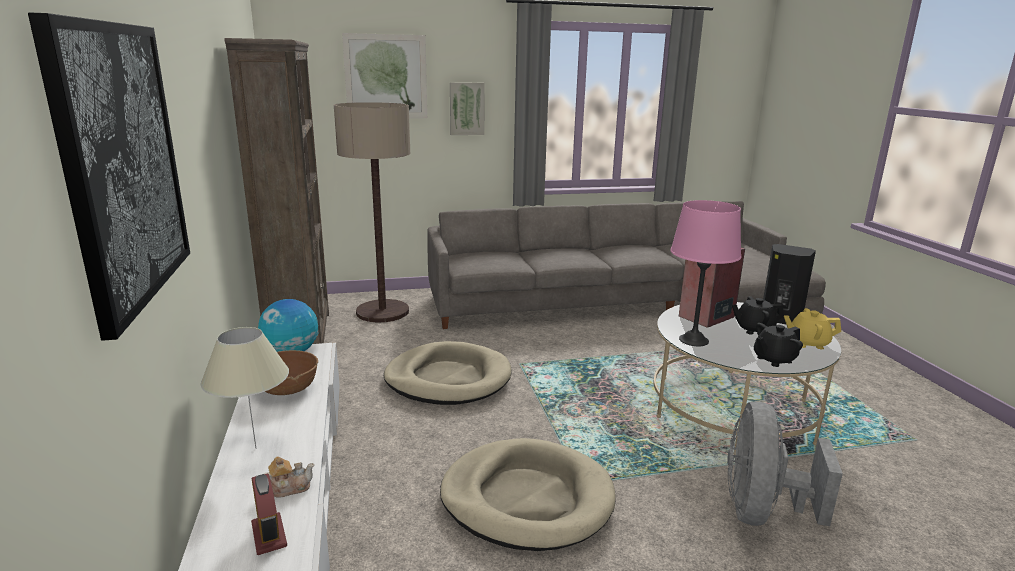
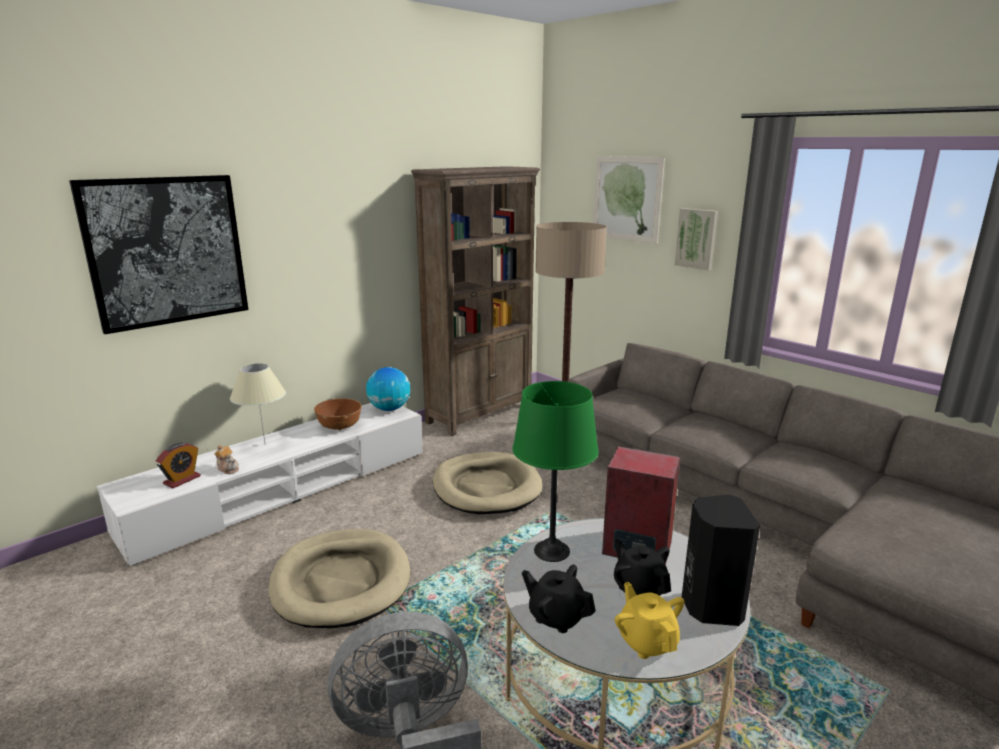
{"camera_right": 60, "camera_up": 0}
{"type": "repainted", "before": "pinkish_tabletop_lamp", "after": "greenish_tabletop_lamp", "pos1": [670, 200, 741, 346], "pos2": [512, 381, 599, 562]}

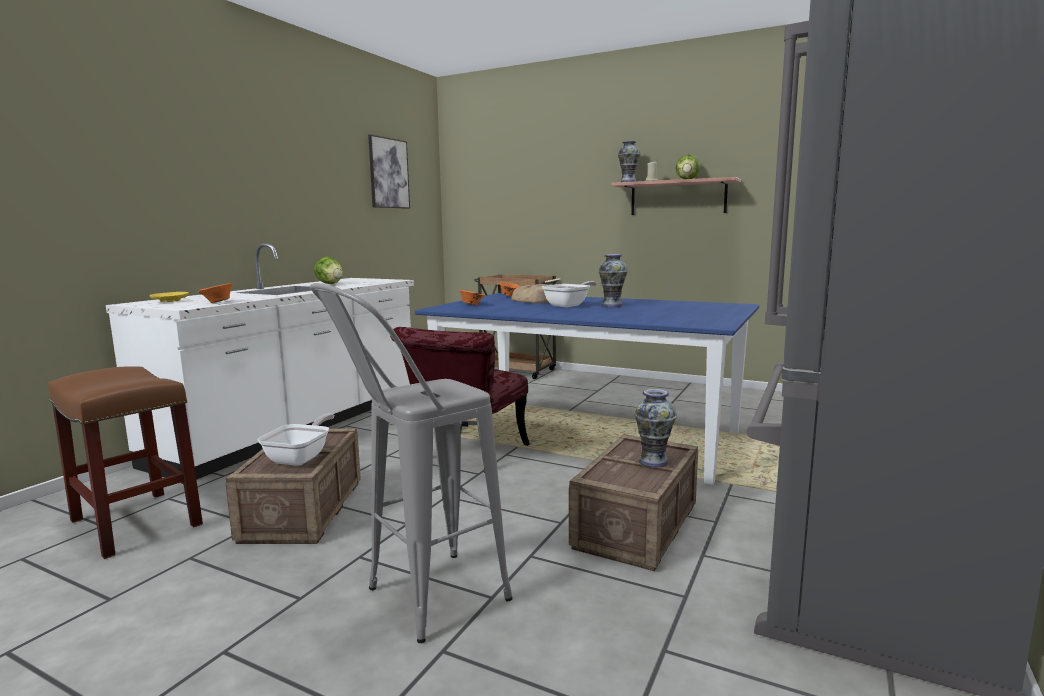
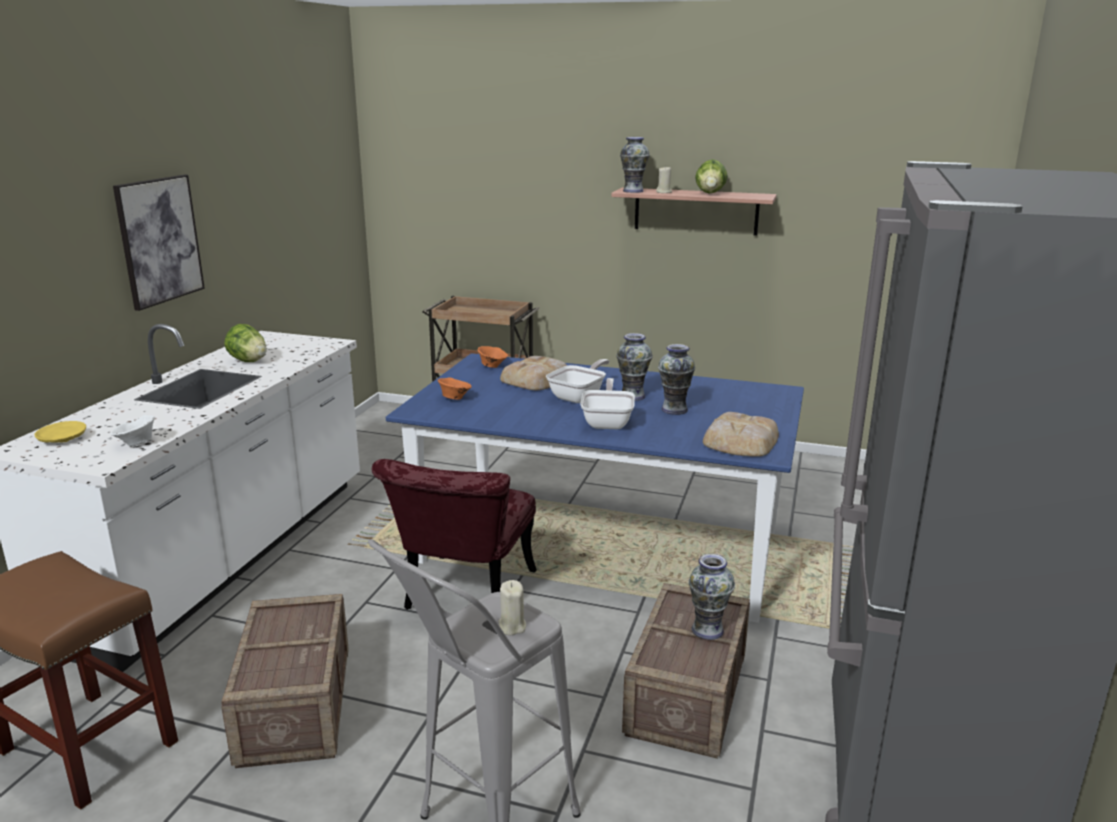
{"camera_right": -10, "camera_up": 10}
{"type": "new", "after": "beige_candle", "pos2": [498, 580, 526, 635]}
{"type": "new", "after": "decorative_vase", "pos2": [658, 344, 695, 415]}
{"type": "new", "after": "bread", "pos2": [703, 412, 779, 457]}
{"type": "shifted", "before": "frying_pan", "pos1": [258, 414, 334, 466], "pos2": [580, 378, 635, 429]}
{"type": "shifted", "before": "wall_art", "pos1": [368, 134, 410, 209], "pos2": [113, 175, 205, 311]}
{"type": "repainted", "before": "orange-coloured_deep_dish", "after": "white-coloured_deep_dish", "pos1": [198, 283, 233, 303], "pos2": [110, 415, 155, 446]}

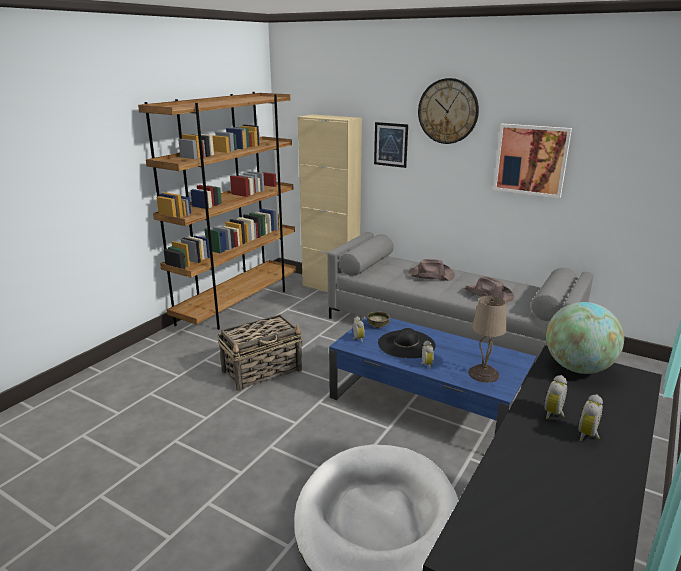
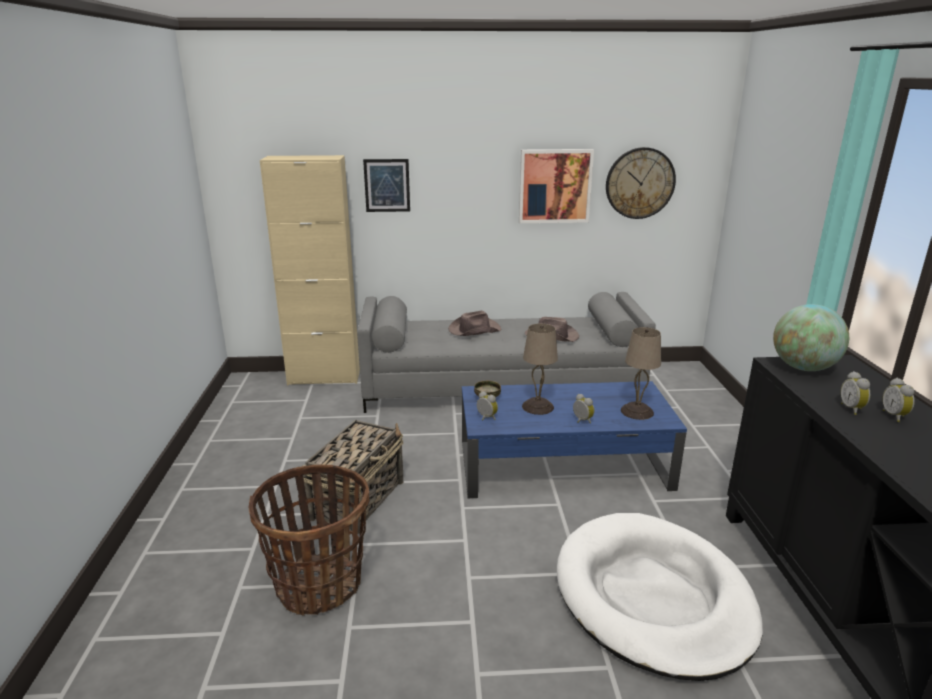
{"camera_right": -35, "camera_up": 0}
{"type": "gone", "before": "brown-coloured_bookshelf", "pos1": [138, 92, 296, 330]}
{"type": "new", "after": "storage_basket", "pos2": [248, 465, 370, 616]}
{"type": "shifted", "before": "clock_on_the_wall", "pos1": [418, 78, 479, 144], "pos2": [606, 147, 676, 219]}
{"type": "swapped", "before": "black-coloured_hat", "after": "beige_tabletop_lamp", "pos1": [378, 328, 436, 358], "pos2": [522, 324, 558, 415]}

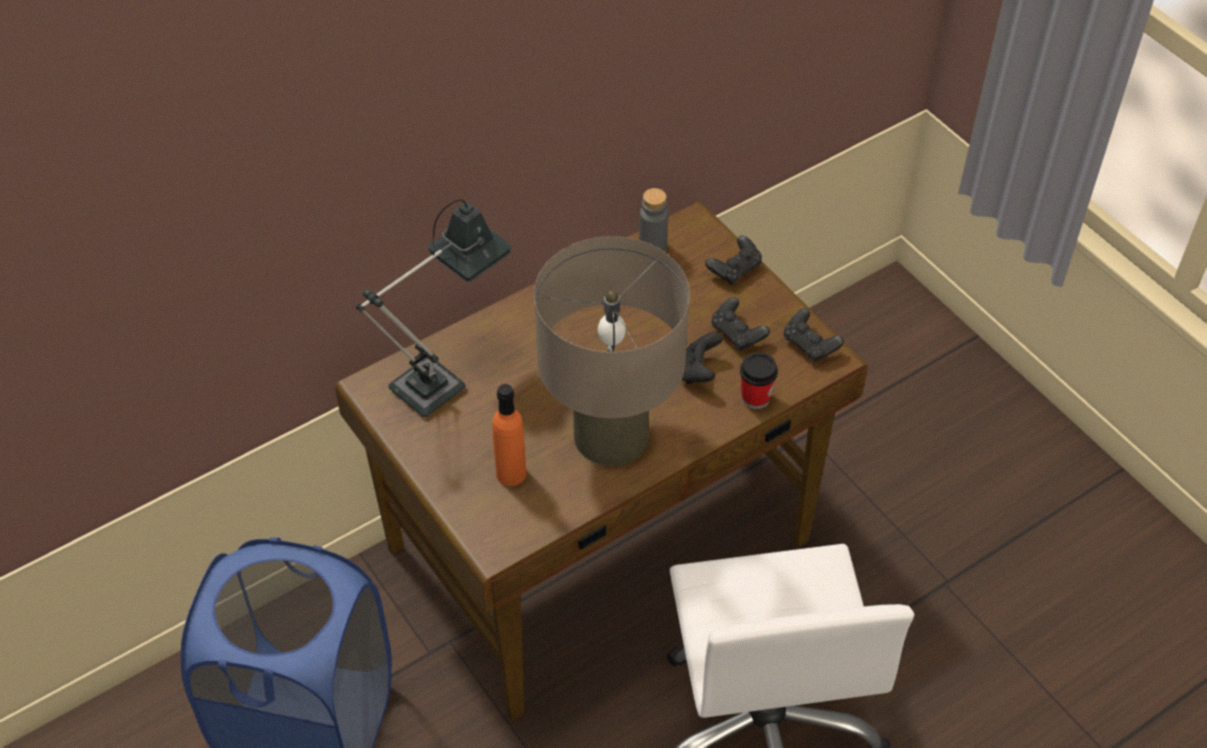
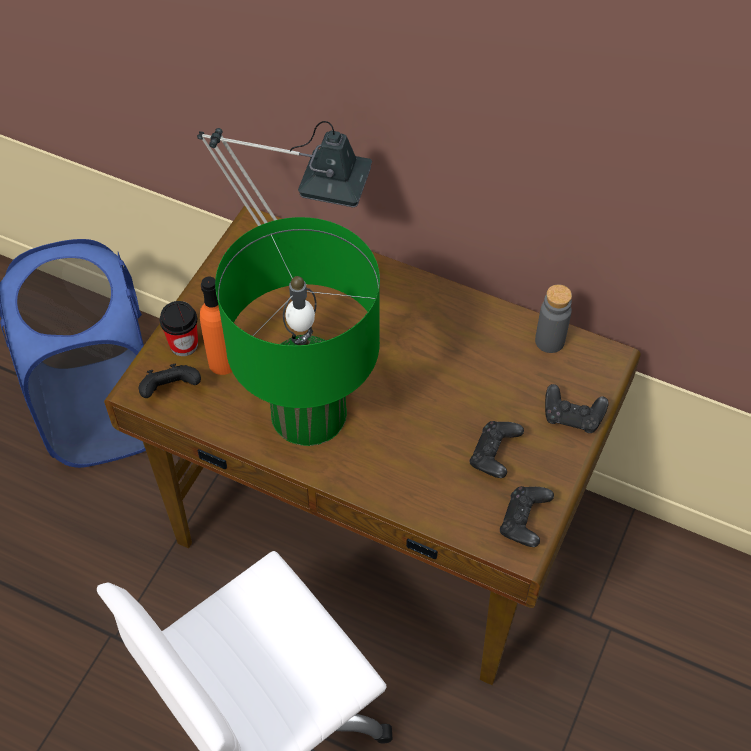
{"camera_right": 60, "camera_up": 5}
{"type": "shifted", "before": "black-coloured_joypad", "pos1": [682, 332, 723, 384], "pos2": [139, 364, 201, 398]}
{"type": "shifted", "before": "small_cup", "pos1": [740, 352, 778, 409], "pos2": [160, 301, 198, 356]}
{"type": "repainted", "before": "beige_tabletop_lamp", "after": "greenish_tabletop_lamp", "pos1": [534, 236, 690, 466], "pos2": [215, 217, 380, 446]}

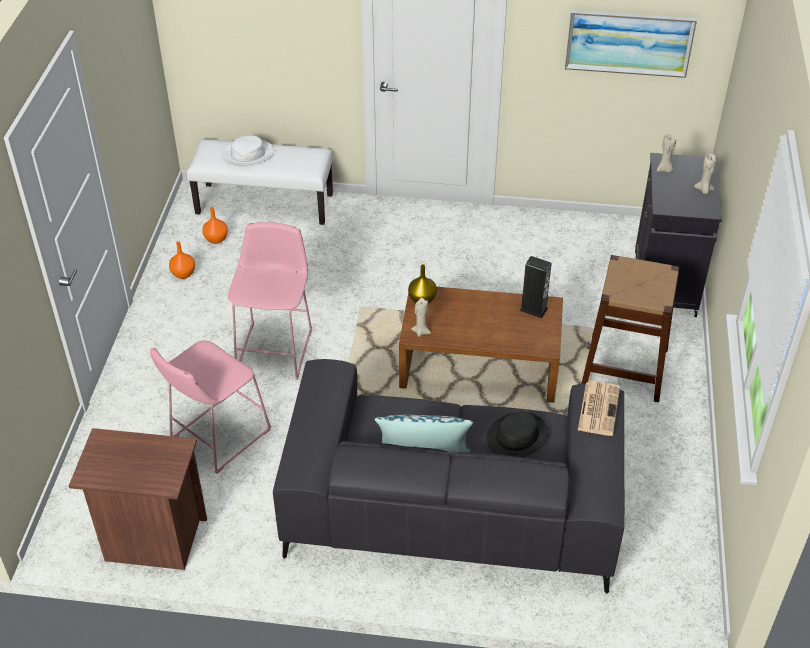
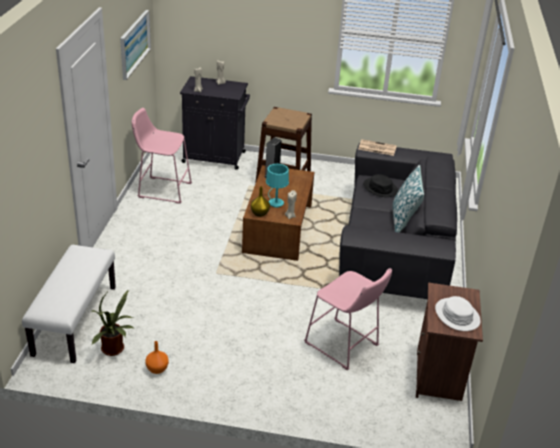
{"camera_right": -90, "camera_up": -10}
{"type": "new", "after": "blue-green_tabletop_lamp", "pos2": [266, 164, 289, 208]}
{"type": "shifted", "before": "white-coloured_hat", "pos1": [222, 135, 274, 166], "pos2": [435, 296, 481, 331]}
{"type": "shifted", "before": "pinkish_sitting_stool", "pos1": [228, 222, 312, 380], "pos2": [132, 108, 192, 204]}
{"type": "swapped", "before": "orange-coloured_decorative_vase", "after": "potted_plant", "pos1": [202, 207, 228, 244], "pos2": [91, 290, 133, 356]}

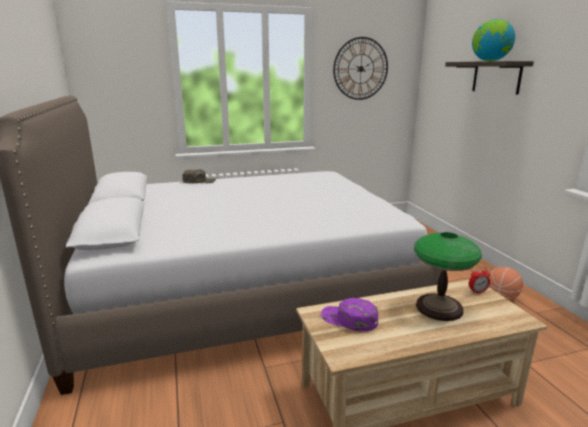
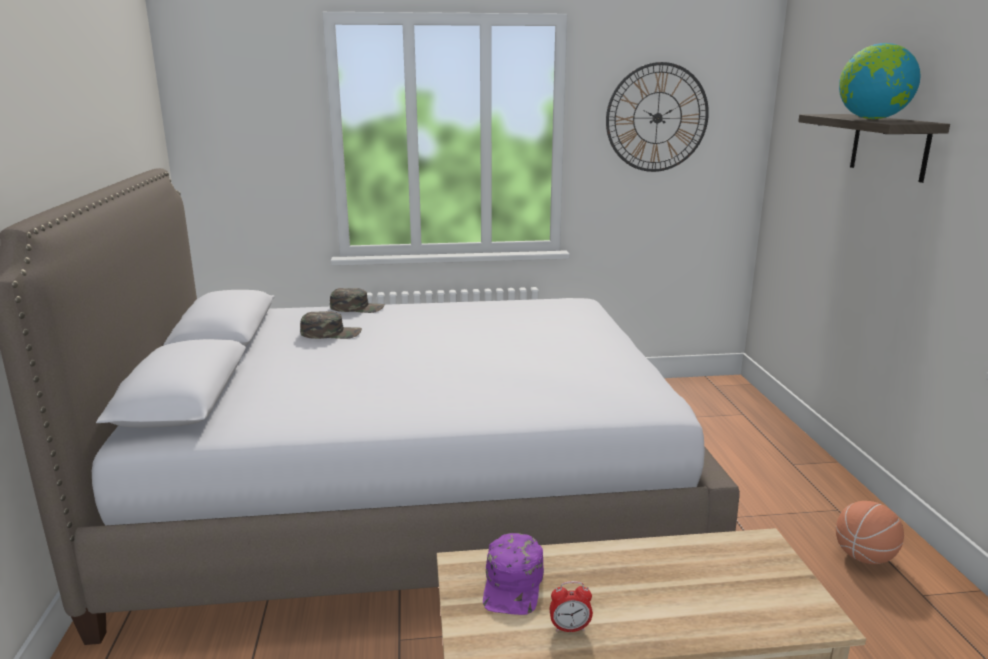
{"camera_right": 10, "camera_up": 0}
{"type": "gone", "before": "tabletop_lamp", "pos1": [414, 232, 482, 321]}
{"type": "new", "after": "greenish_cap", "pos2": [300, 311, 362, 339]}
{"type": "shifted", "before": "alarm_clock", "pos1": [469, 267, 490, 294], "pos2": [550, 581, 593, 632]}
{"type": "rotated", "before": "purple-coloured_cap", "pos1": [321, 298, 378, 331], "pos2": [483, 533, 544, 615], "turn": -120}

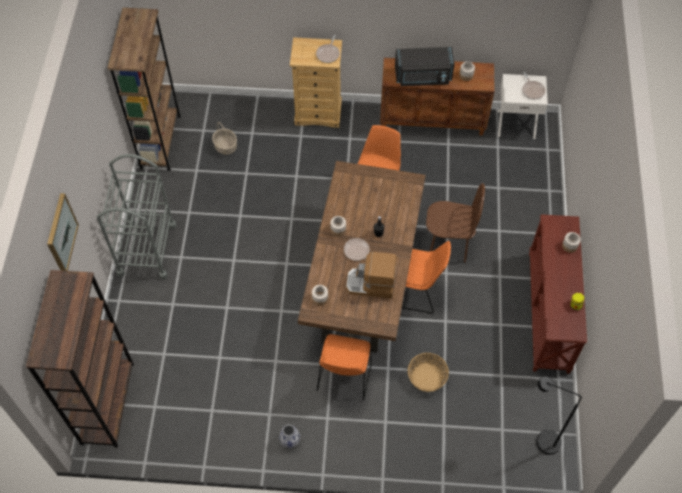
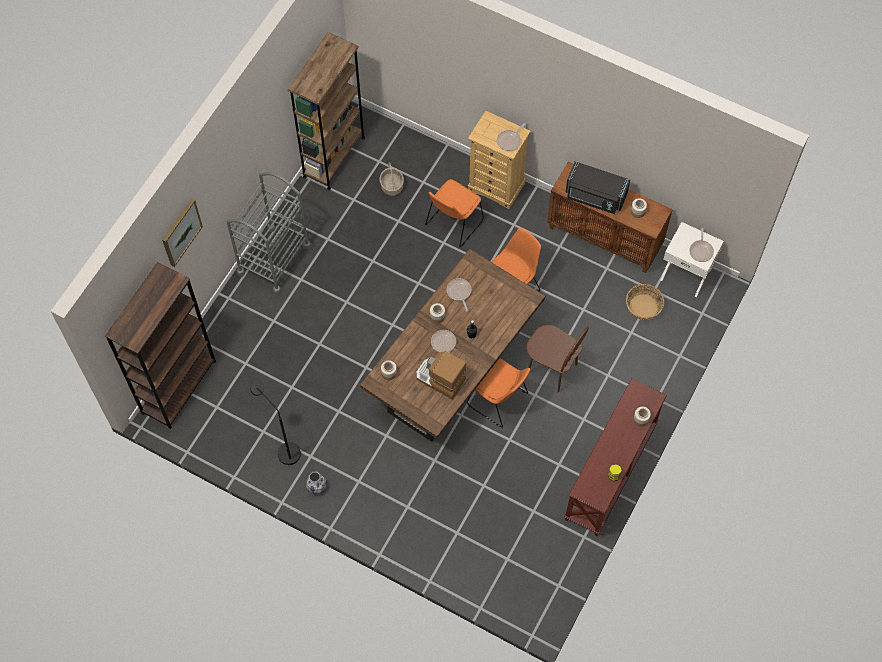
{"camera_right": 25, "camera_up": 5}
{"type": "new", "after": "frying_pan", "pos2": [447, 278, 471, 311]}
{"type": "shifted", "before": "orange-coloured_upright_chair", "pos1": [317, 334, 372, 400], "pos2": [425, 179, 484, 247]}
{"type": "shifted", "before": "storage_basket", "pos1": [408, 353, 449, 392], "pos2": [626, 284, 664, 320]}
{"type": "shifted", "before": "black-coloured_floor_lamp", "pos1": [536, 376, 582, 455], "pos2": [251, 382, 301, 465]}

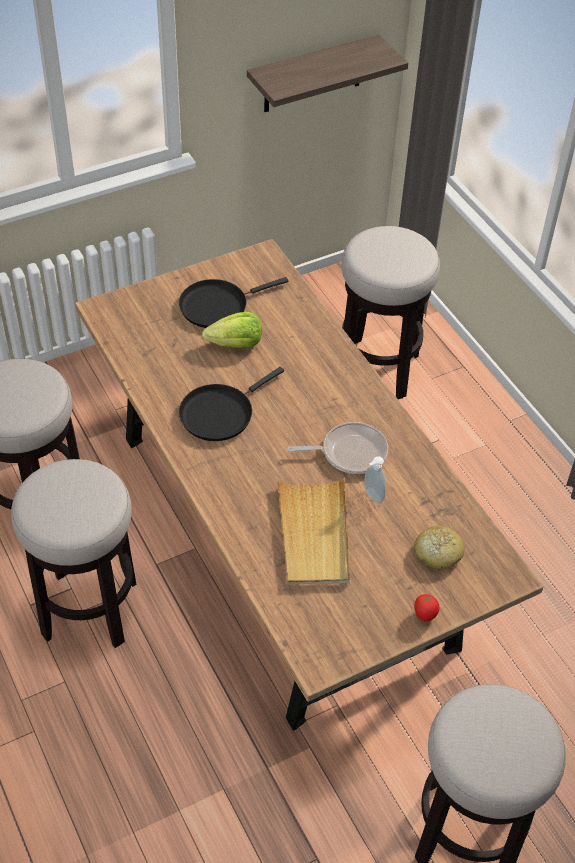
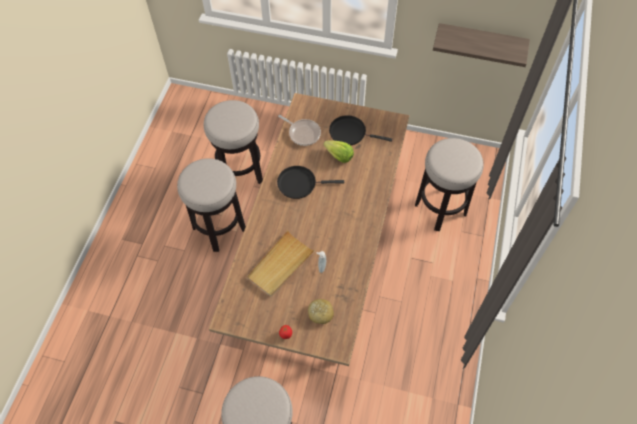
{"camera_right": 45, "camera_up": 10}
{"type": "shifted", "before": "frying_pan", "pos1": [287, 422, 388, 474], "pos2": [278, 115, 321, 146]}

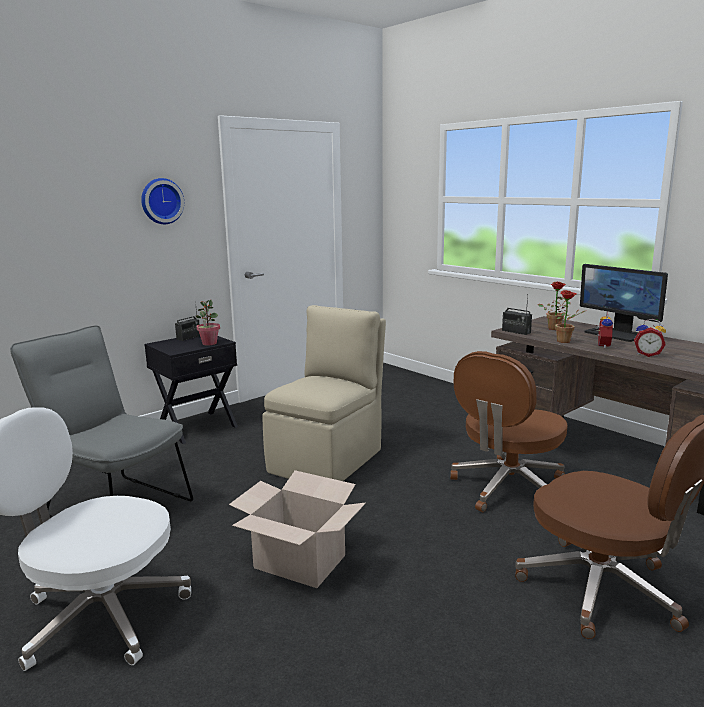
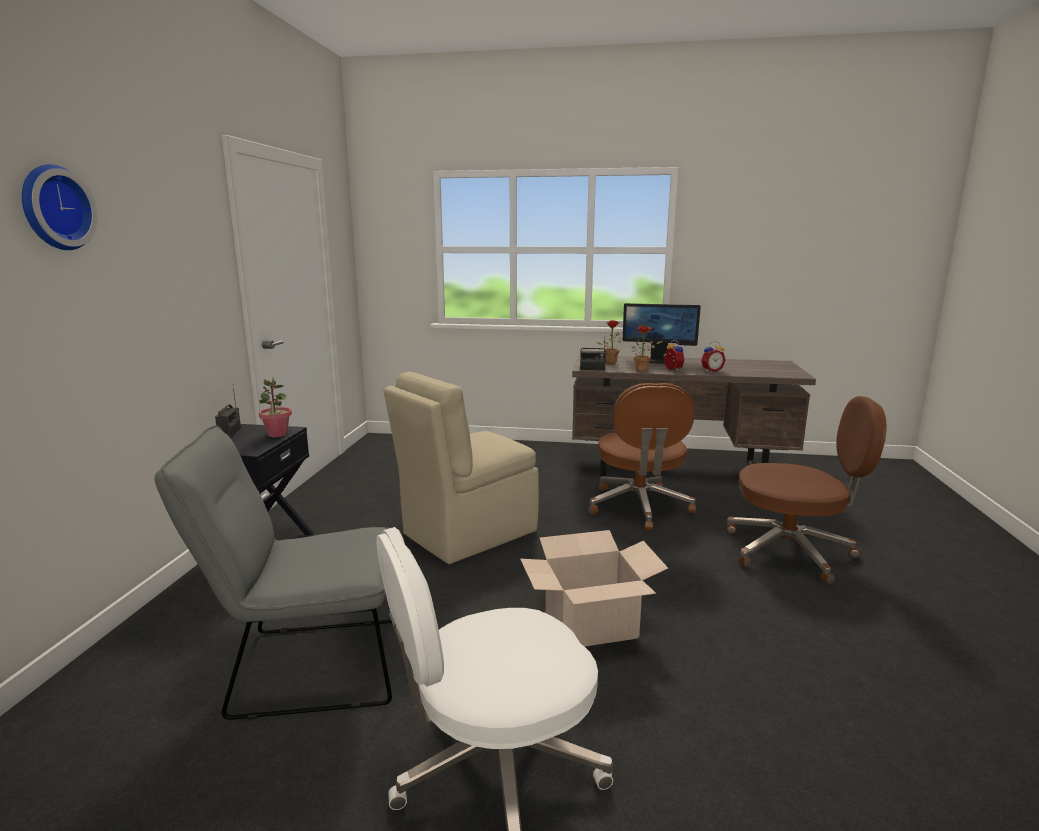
{"camera_right": -40, "camera_up": 0}
{"type": "shifted", "before": "clock_on_the_wall", "pos1": [141, 178, 184, 224], "pos2": [22, 164, 98, 250]}
{"type": "rotated", "before": "beige_upright_chair", "pos1": [262, 305, 386, 481], "pos2": [384, 372, 539, 564], "turn": -120}

